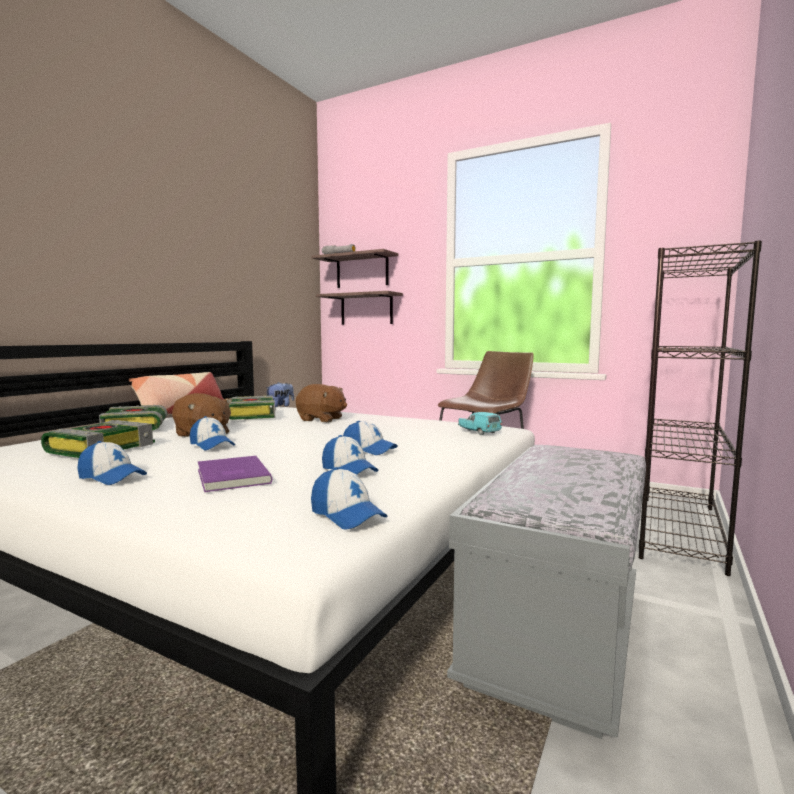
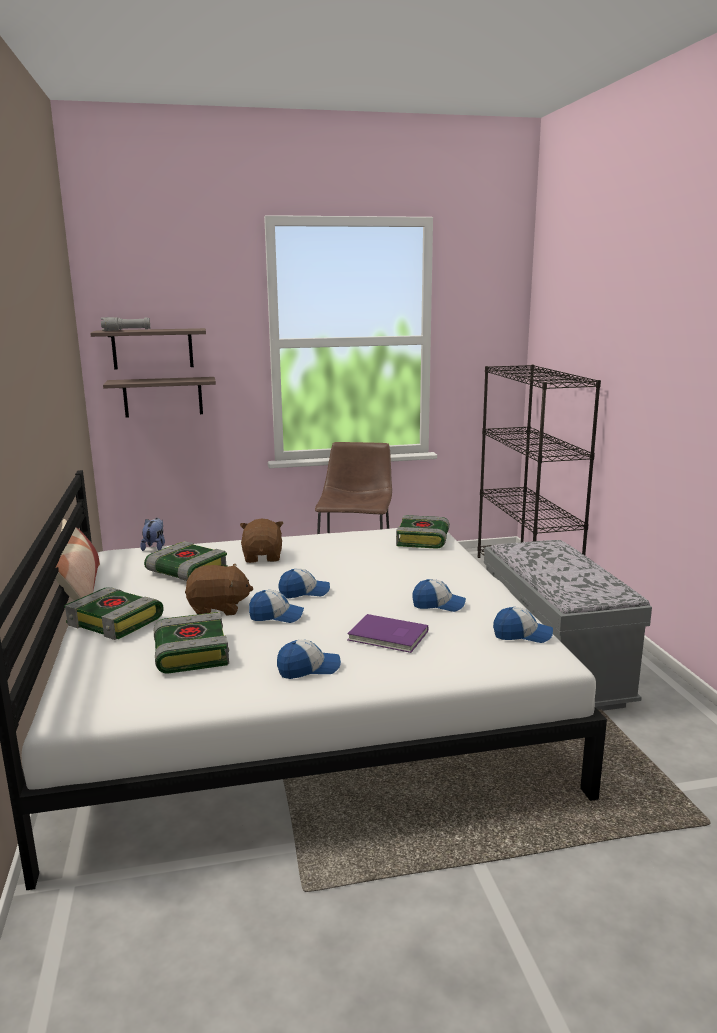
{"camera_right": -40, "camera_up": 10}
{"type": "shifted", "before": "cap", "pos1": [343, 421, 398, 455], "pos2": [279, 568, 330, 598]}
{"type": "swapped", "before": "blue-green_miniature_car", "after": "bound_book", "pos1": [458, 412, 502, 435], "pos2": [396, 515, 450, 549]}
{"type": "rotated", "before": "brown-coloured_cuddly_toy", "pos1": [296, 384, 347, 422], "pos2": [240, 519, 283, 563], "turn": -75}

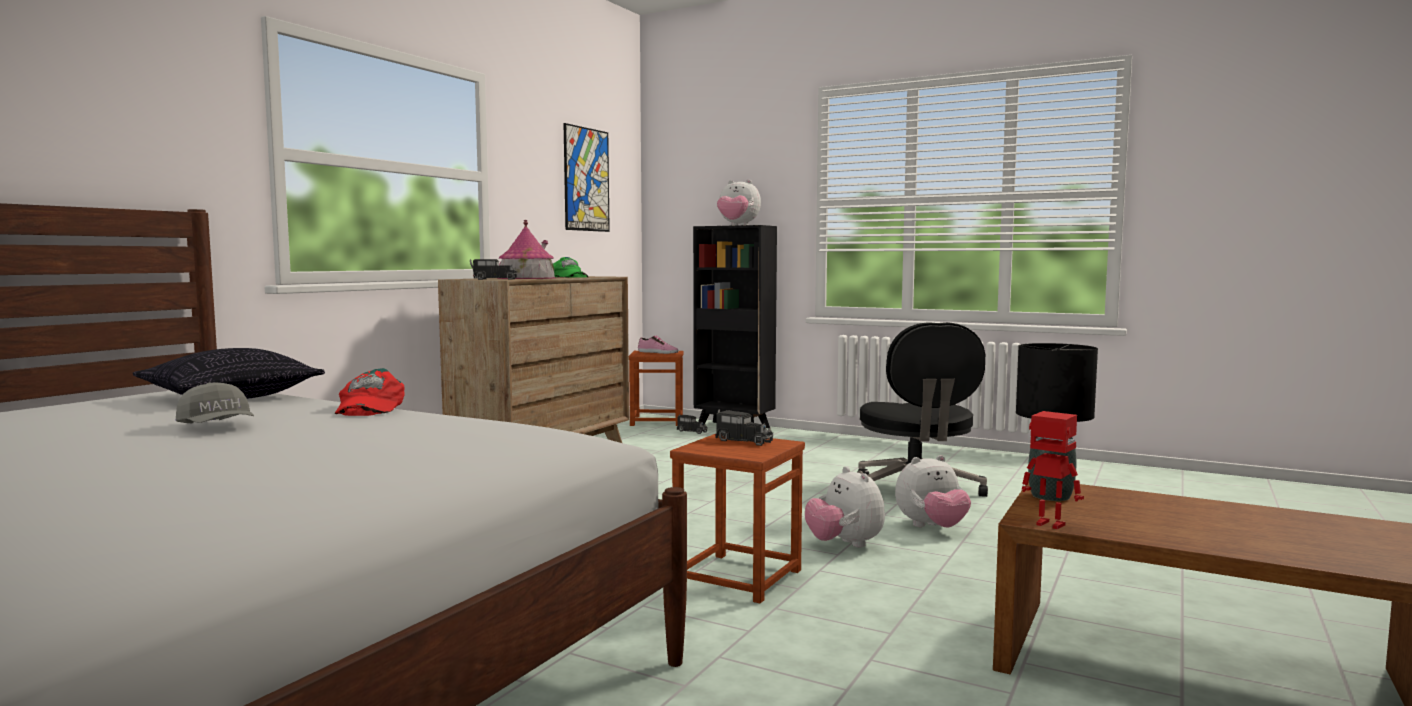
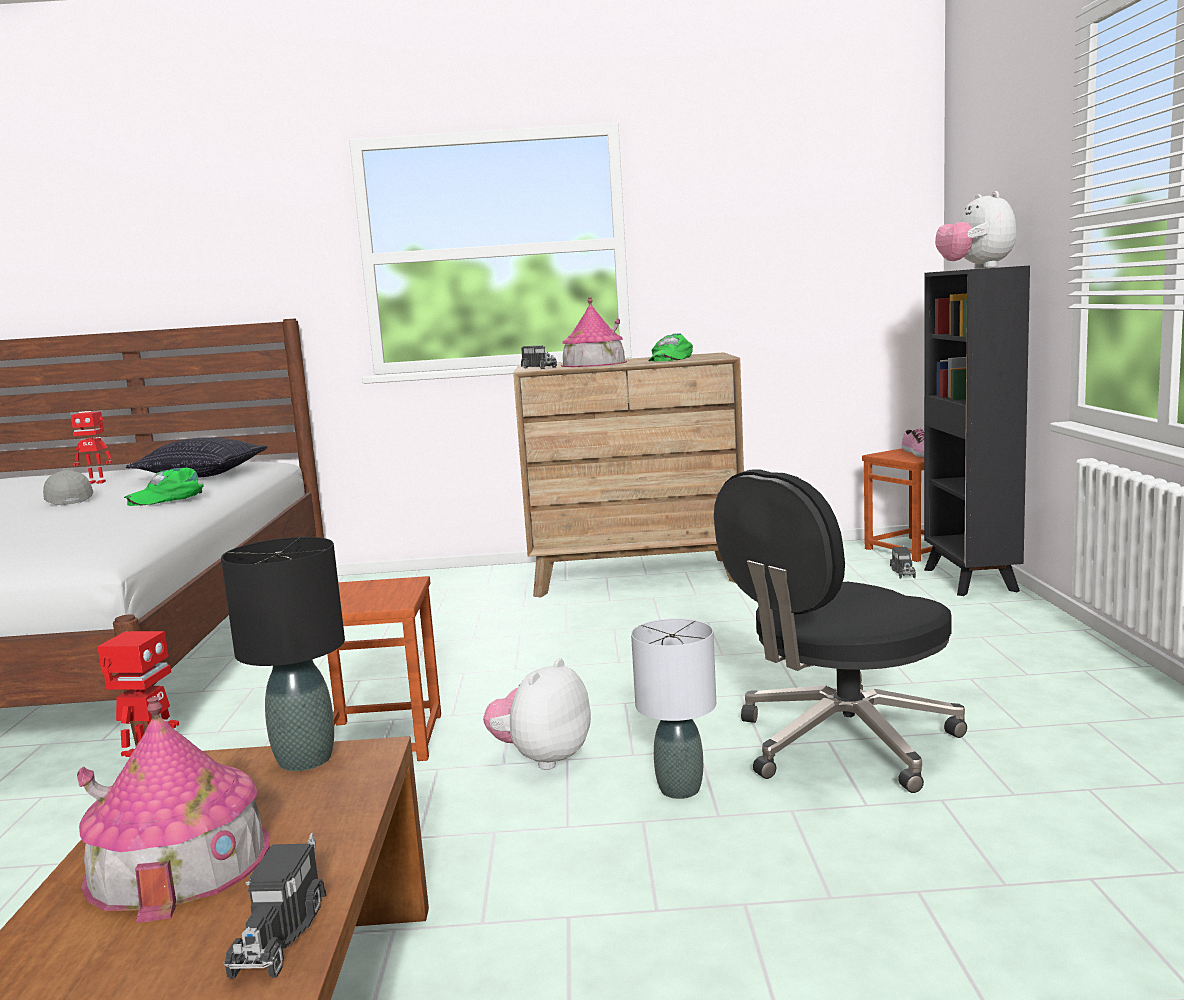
{"camera_right": 60, "camera_up": 5}
{"type": "gone", "before": "wall_art", "pos1": [564, 123, 610, 232]}
{"type": "new", "after": "toy_robot", "pos2": [71, 411, 112, 484]}
{"type": "new", "after": "miniature_house", "pos2": [77, 697, 270, 923]}
{"type": "shifted", "before": "toy_lorry", "pos1": [715, 409, 773, 446], "pos2": [224, 833, 326, 978]}
{"type": "swapped", "before": "cuddly_toy", "after": "greyish_tabletop_lamp", "pos1": [895, 455, 971, 527], "pos2": [631, 618, 716, 799]}
{"type": "repainted", "before": "red_cap", "after": "greenish_cap", "pos1": [335, 368, 405, 416], "pos2": [124, 468, 204, 506]}
{"type": "rotated", "before": "greyish_cap", "pos1": [176, 382, 254, 423], "pos2": [43, 470, 94, 505], "turn": 135}

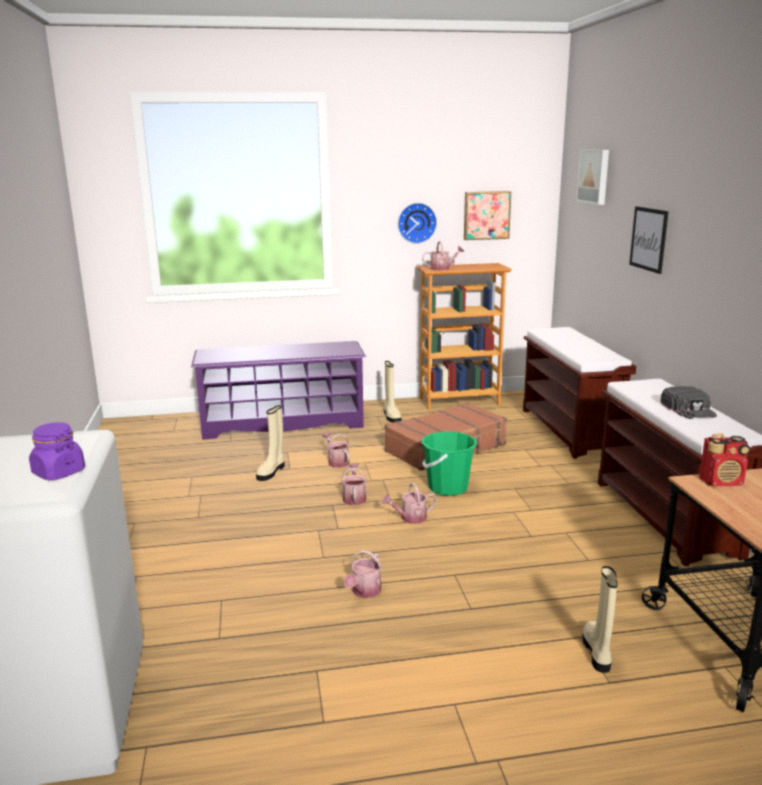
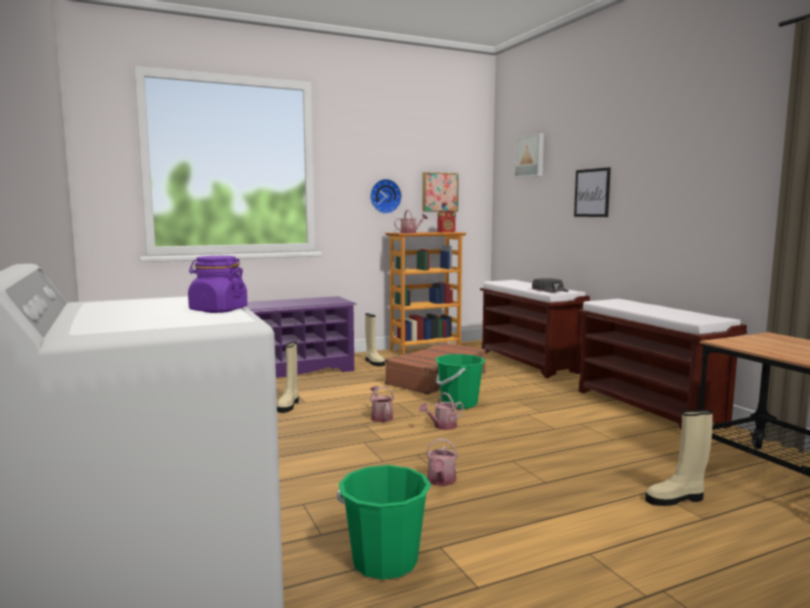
{"camera_right": -15, "camera_up": -10}
{"type": "gone", "before": "watering_pot", "pos1": [322, 432, 350, 468]}
{"type": "new", "after": "greenish_pail", "pos2": [337, 465, 431, 580]}
{"type": "shifted", "before": "black-coloured_cap", "pos1": [660, 386, 717, 419], "pos2": [532, 278, 569, 293]}
{"type": "shifted", "before": "radio_receiver", "pos1": [699, 434, 750, 486], "pos2": [437, 210, 456, 232]}
{"type": "rotated", "before": "beige_high-top_boot", "pos1": [582, 566, 618, 673], "pos2": [645, 410, 713, 506], "turn": -90}

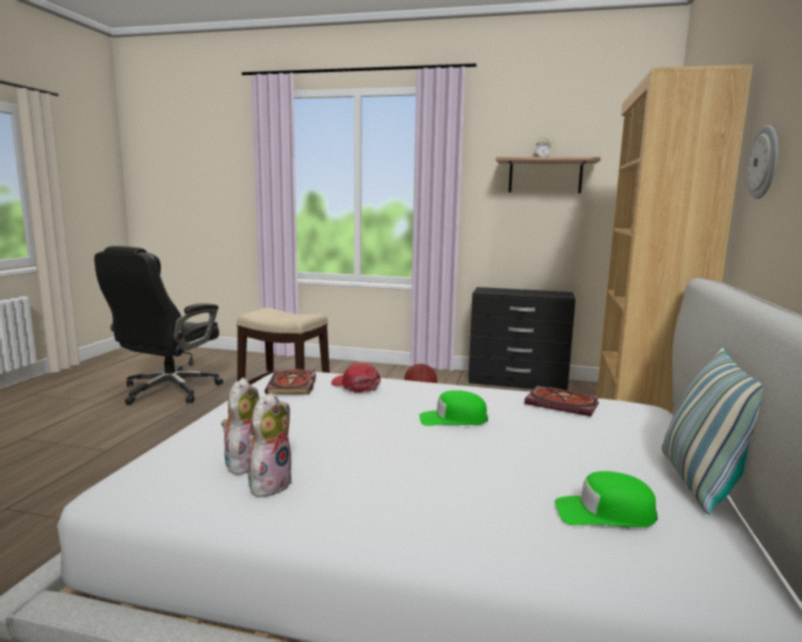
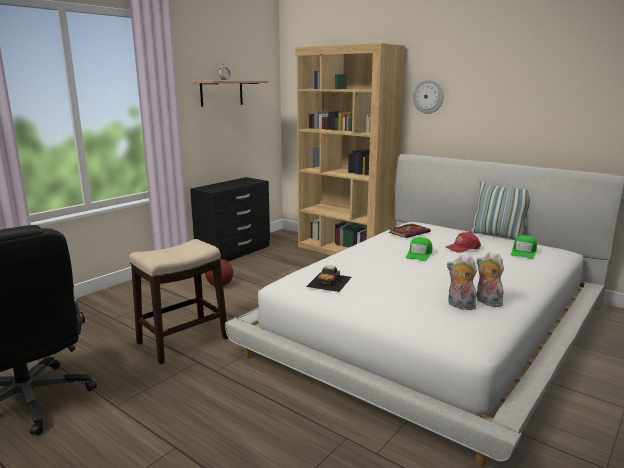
{"camera_right": -65, "camera_up": 5}
{"type": "shifted", "before": "red_cap", "pos1": [331, 363, 381, 393], "pos2": [446, 232, 481, 253]}
{"type": "swapped", "before": "bound_book", "after": "miniature_car", "pos1": [265, 369, 316, 394], "pos2": [306, 265, 352, 292]}

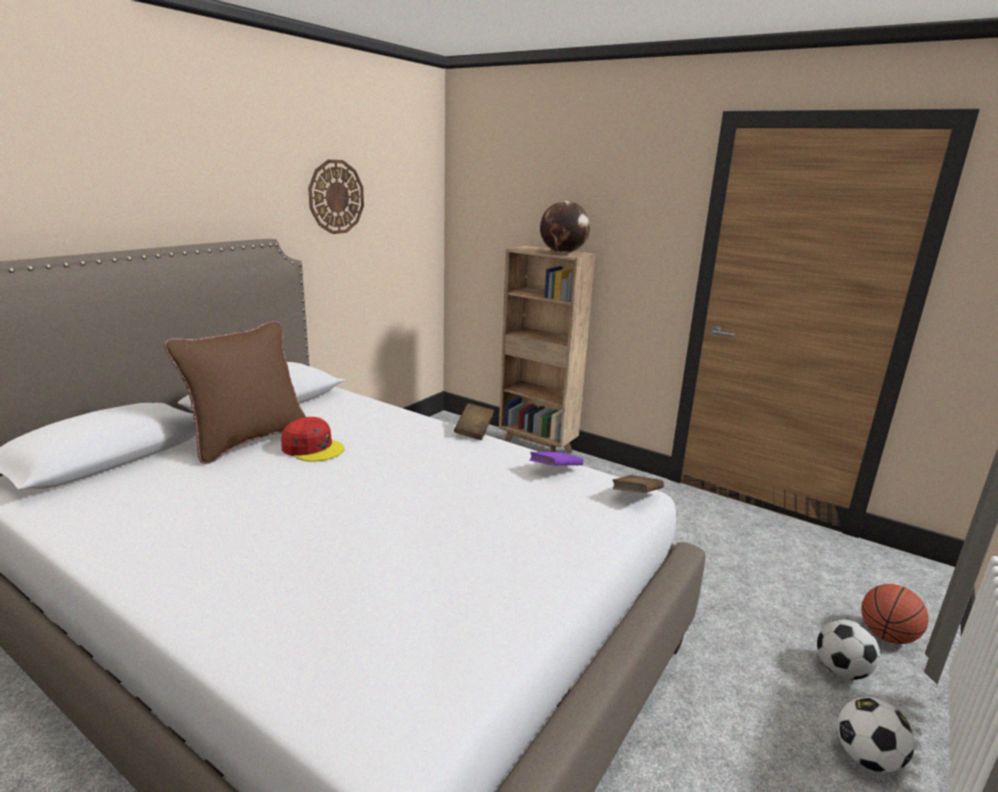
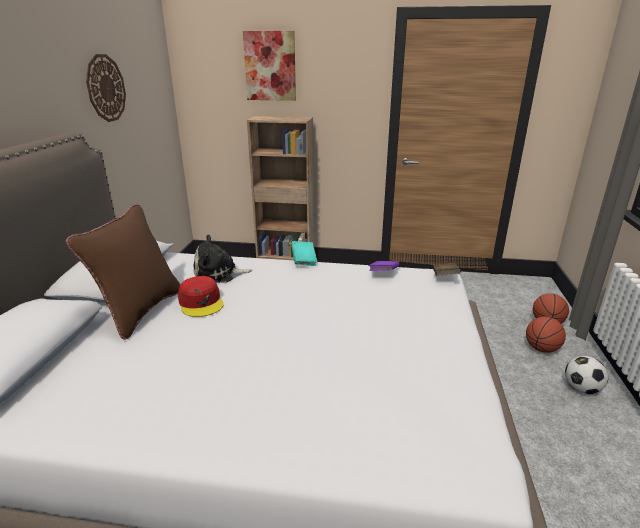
{"camera_right": -25, "camera_up": 5}
{"type": "gone", "before": "globe", "pos1": [540, 201, 590, 253]}
{"type": "new", "after": "cuddly_toy", "pos2": [194, 234, 252, 283]}
{"type": "new", "after": "wall_art", "pos2": [243, 31, 296, 101]}
{"type": "swapped", "before": "ball_for_football", "after": "basketball_ball", "pos1": [817, 619, 880, 680], "pos2": [526, 317, 566, 353]}
{"type": "repainted", "before": "brown-coloured_bound_book", "after": "blue-green_bound_book", "pos1": [454, 403, 494, 440], "pos2": [291, 241, 317, 266]}
{"type": "rotated", "before": "red_cap", "pos1": [281, 417, 345, 462], "pos2": [178, 276, 223, 317], "turn": 60}

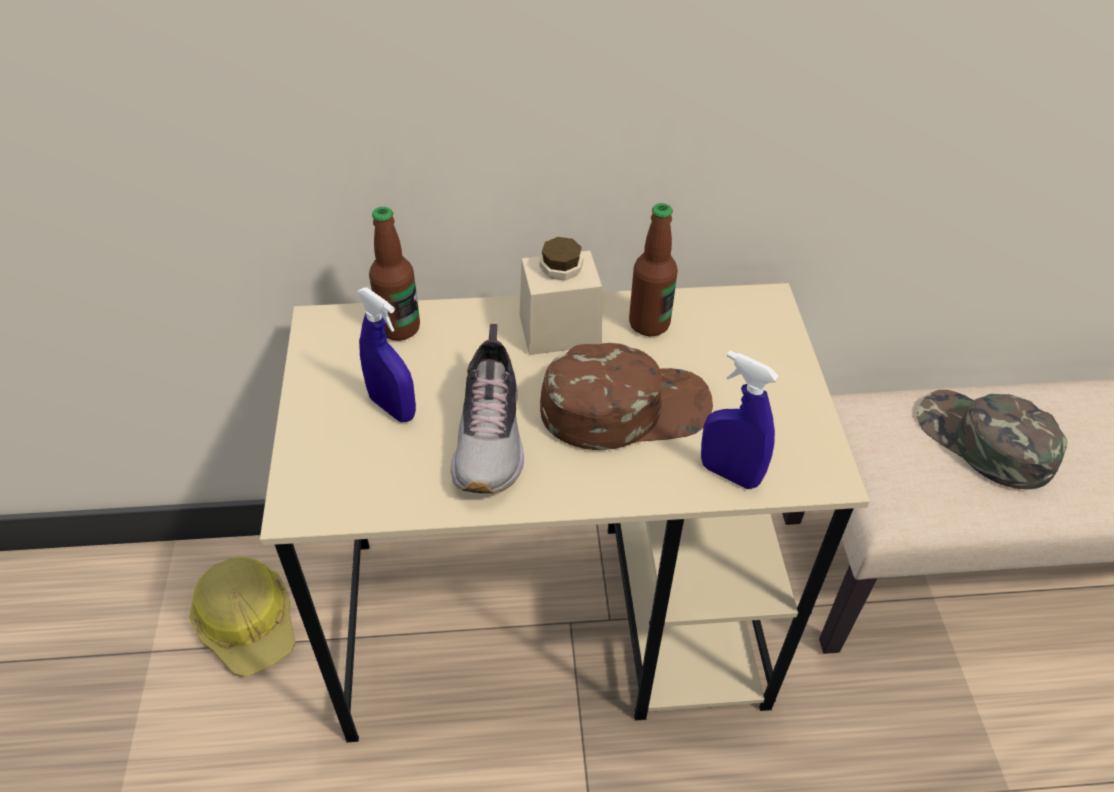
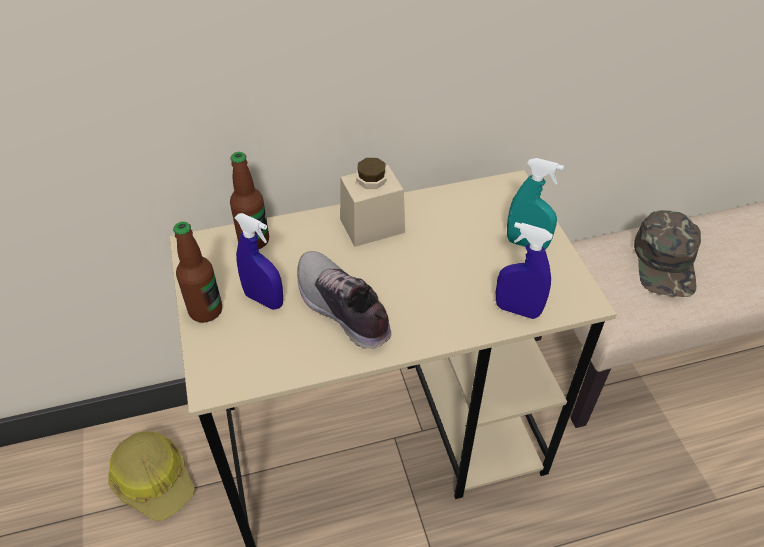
{"camera_right": -10, "camera_up": 0}
{"type": "gone", "before": "brown-coloured_cap", "pos1": [540, 343, 713, 450]}
{"type": "new", "after": "blue-green_sprayer", "pos2": [507, 158, 564, 250]}
{"type": "shifted", "before": "beverage_bottle", "pos1": [629, 203, 678, 336], "pos2": [173, 222, 222, 322]}
{"type": "rotated", "before": "shoe", "pos1": [451, 324, 524, 493], "pos2": [297, 251, 391, 349], "turn": 150}
{"type": "rotated", "before": "greenish_cap", "pos1": [917, 390, 1068, 489], "pos2": [634, 210, 701, 297], "turn": -120}

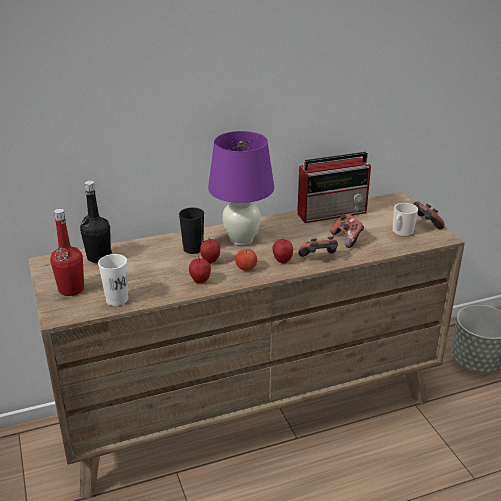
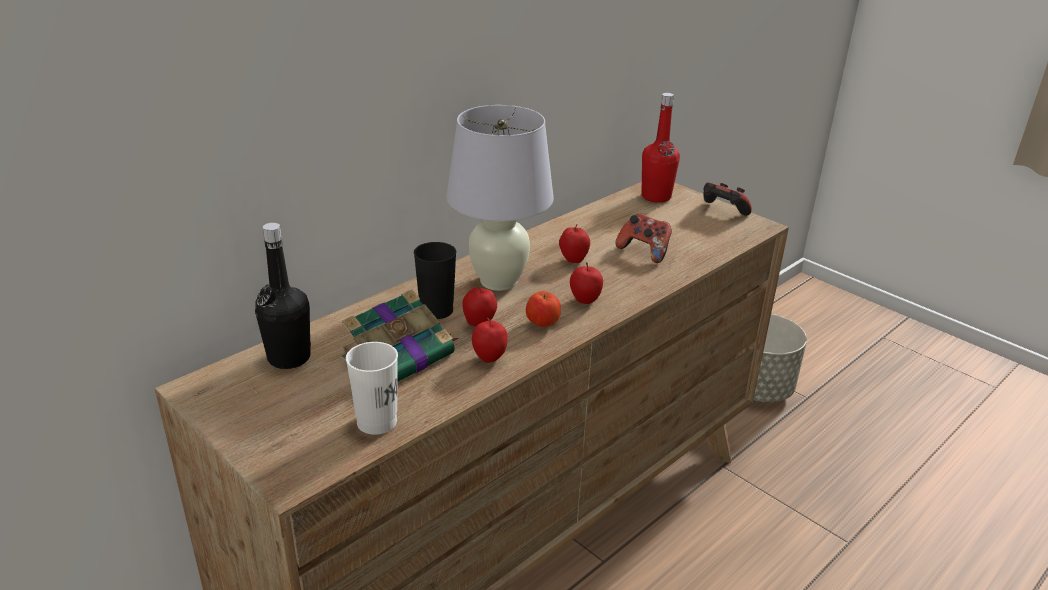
{"camera_right": -25, "camera_up": 0}
{"type": "gone", "before": "radio_receiver", "pos1": [297, 152, 371, 223]}
{"type": "gone", "before": "joypad", "pos1": [298, 237, 338, 257]}
{"type": "gone", "before": "mug", "pos1": [393, 203, 418, 237]}
{"type": "new", "after": "bound_book", "pos2": [341, 290, 458, 382]}
{"type": "new", "after": "apple", "pos2": [559, 224, 590, 263]}
{"type": "shifted", "before": "red_beverage_bottle", "pos1": [50, 209, 84, 296], "pos2": [641, 93, 680, 203]}
{"type": "repainted", "before": "purple-coloured_tabletop_lamp", "after": "white-coloured_tabletop_lamp", "pos1": [208, 131, 274, 245], "pos2": [446, 105, 554, 291]}

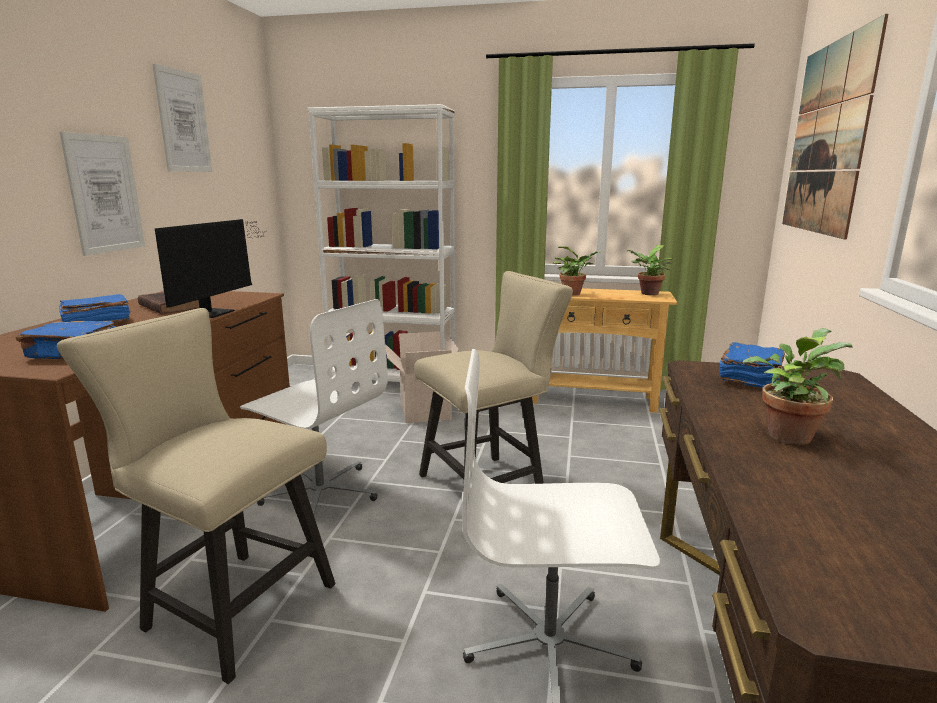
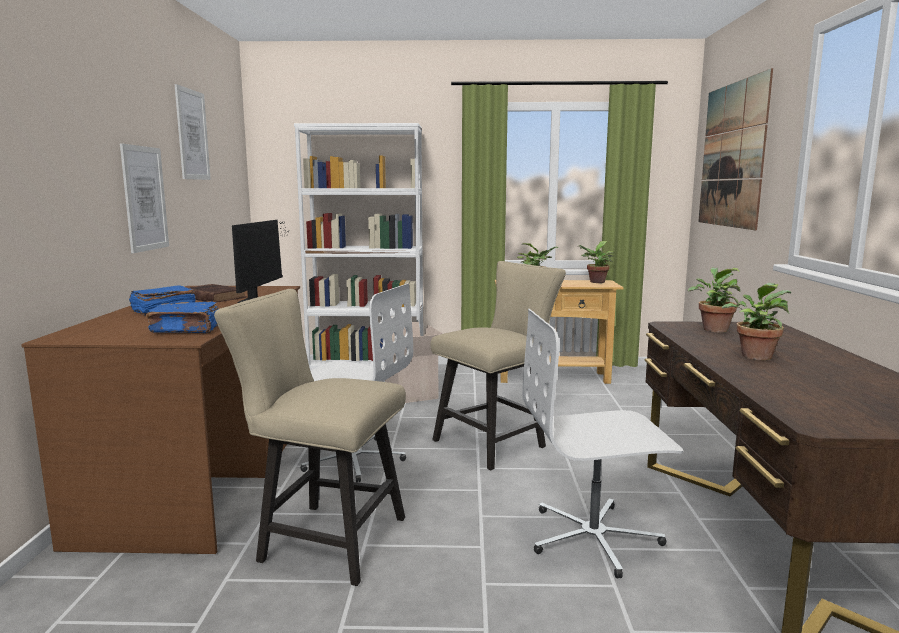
{"camera_right": -10, "camera_up": -5}
{"type": "swapped", "before": "bluish_bound_book", "after": "potted_plant", "pos1": [720, 342, 785, 388], "pos2": [688, 267, 741, 333]}

